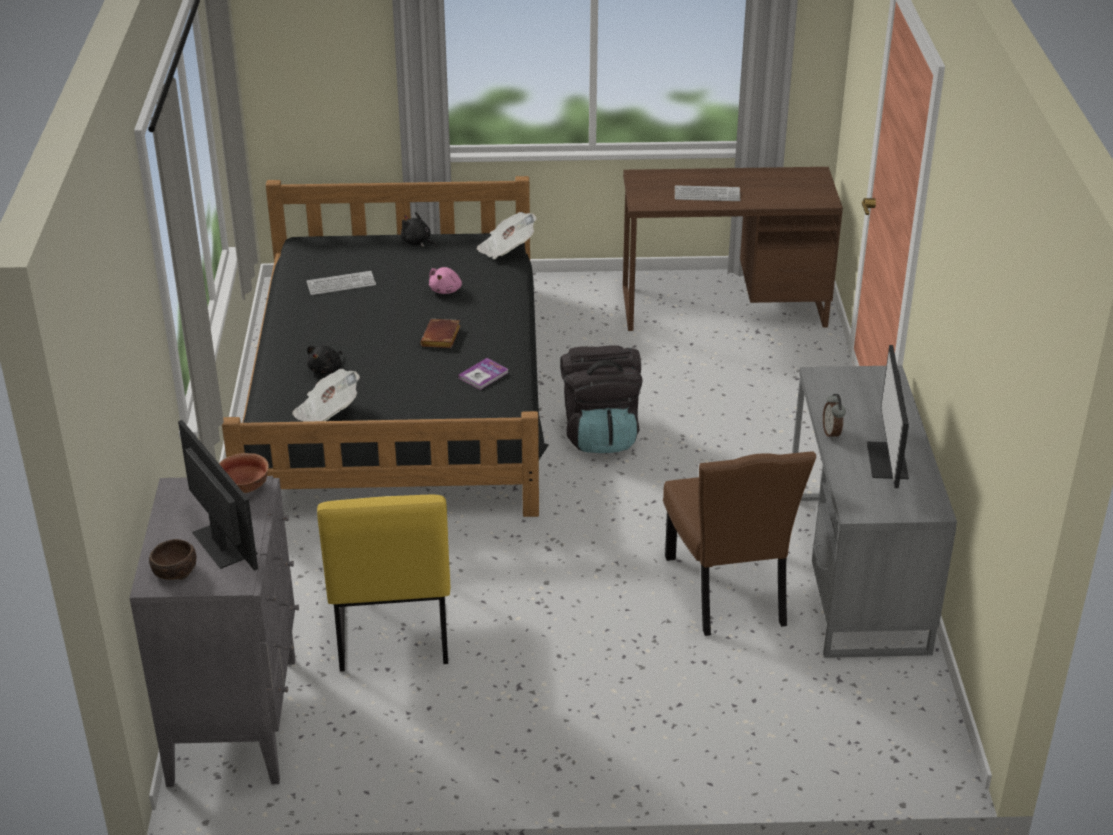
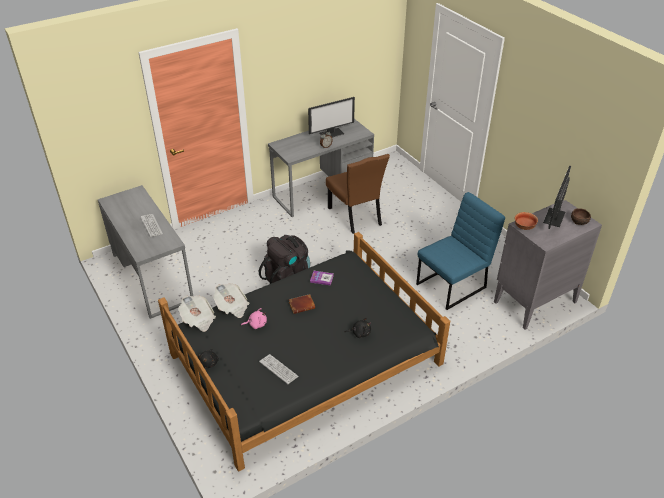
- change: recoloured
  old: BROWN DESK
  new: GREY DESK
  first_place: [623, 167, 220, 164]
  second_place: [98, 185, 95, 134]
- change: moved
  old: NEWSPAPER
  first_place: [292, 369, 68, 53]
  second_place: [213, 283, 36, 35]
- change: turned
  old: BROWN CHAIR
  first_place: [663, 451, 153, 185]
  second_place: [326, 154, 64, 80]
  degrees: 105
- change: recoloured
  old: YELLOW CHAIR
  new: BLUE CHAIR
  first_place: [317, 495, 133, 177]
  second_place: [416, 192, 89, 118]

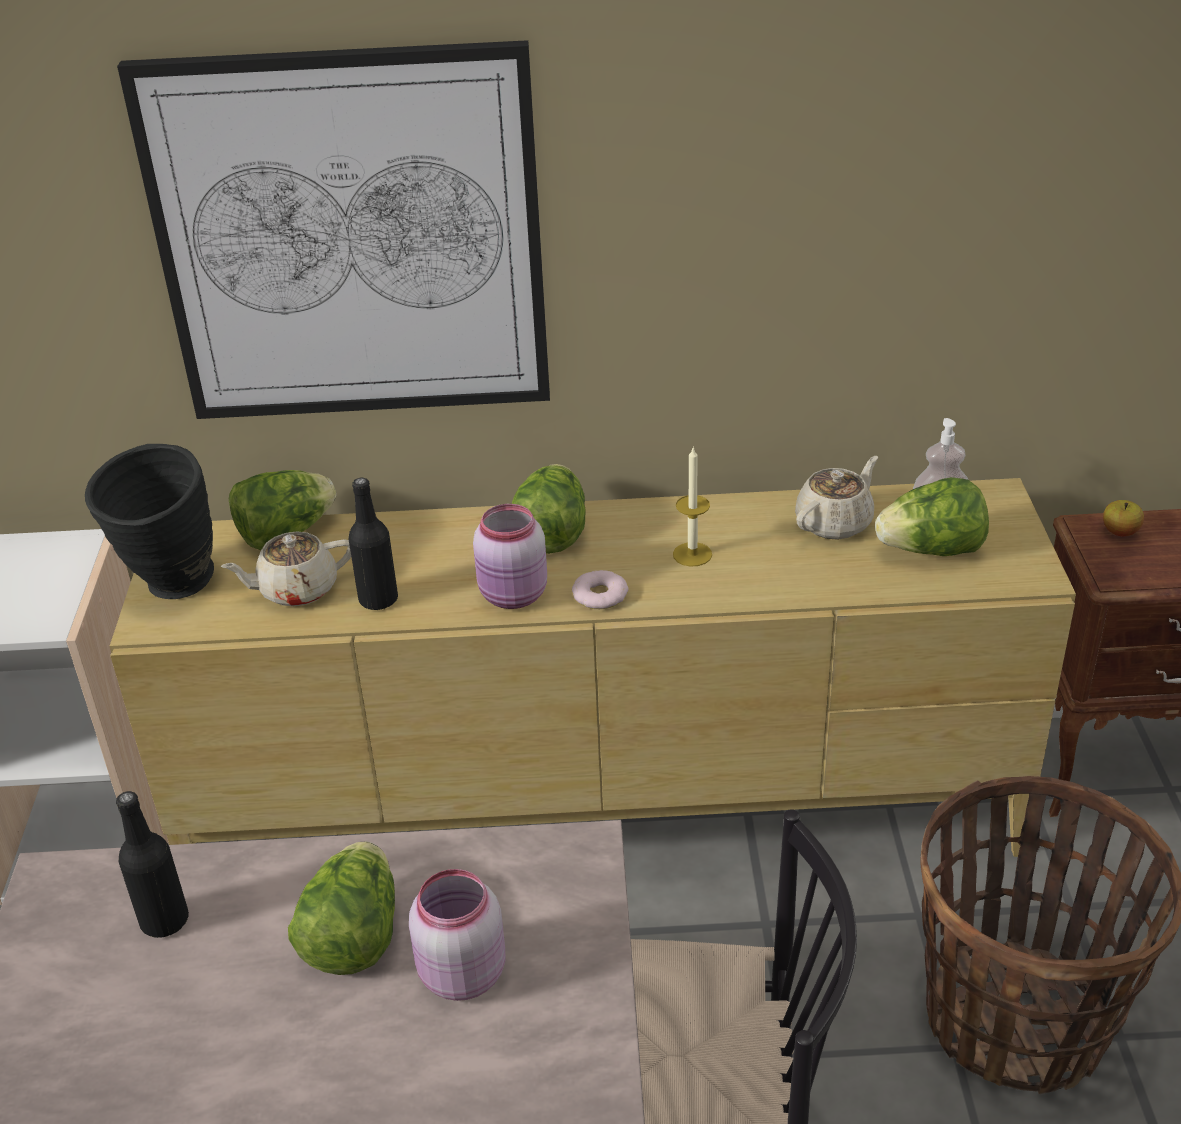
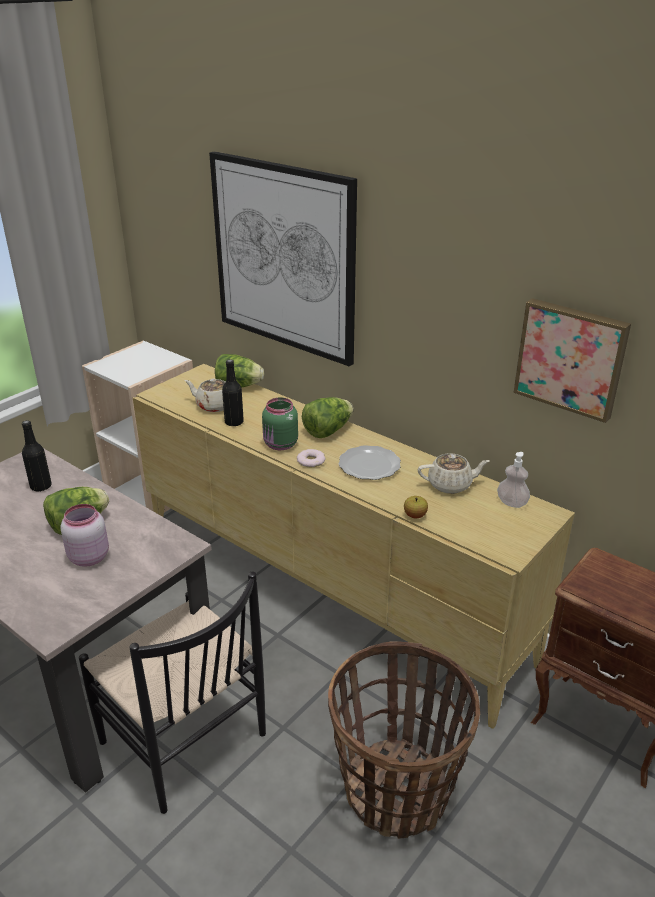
- change: recoloured
  old: PINK JAR
  new: GREEN JAR
  first_place: [473, 504, 74, 105]
  second_place: [262, 397, 36, 53]
- change: replaced
  old: CANDLE
  new: PLATE
  first_place: [673, 446, 39, 121]
  second_place: [338, 445, 63, 35]
- change: moved
  old: APPLE
  first_place: [1103, 500, 41, 36]
  second_place: [404, 496, 24, 22]
- change: added
  new: PICTURE
  second_place: [513, 298, 118, 125]
- change: removed
  old: BLACK VASE
  first_place: [85, 444, 129, 155]
- change: removed
  old: LETTUCE
  first_place: [875, 477, 114, 79]

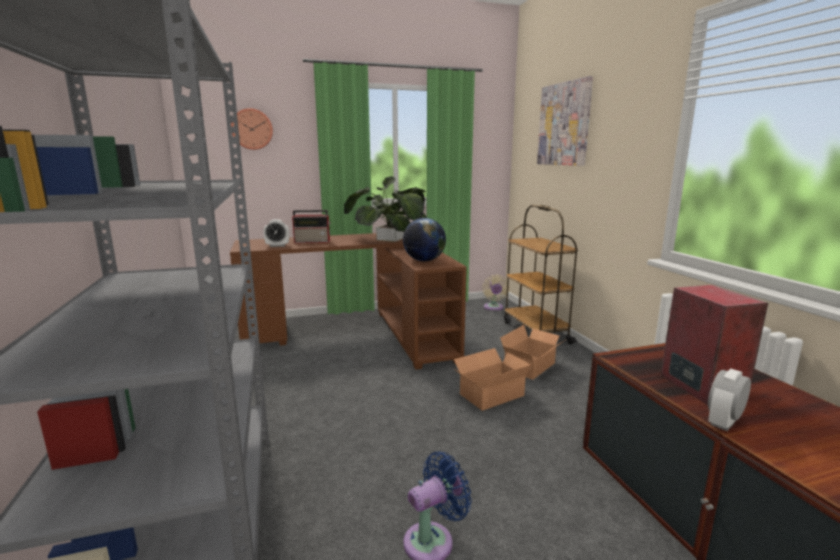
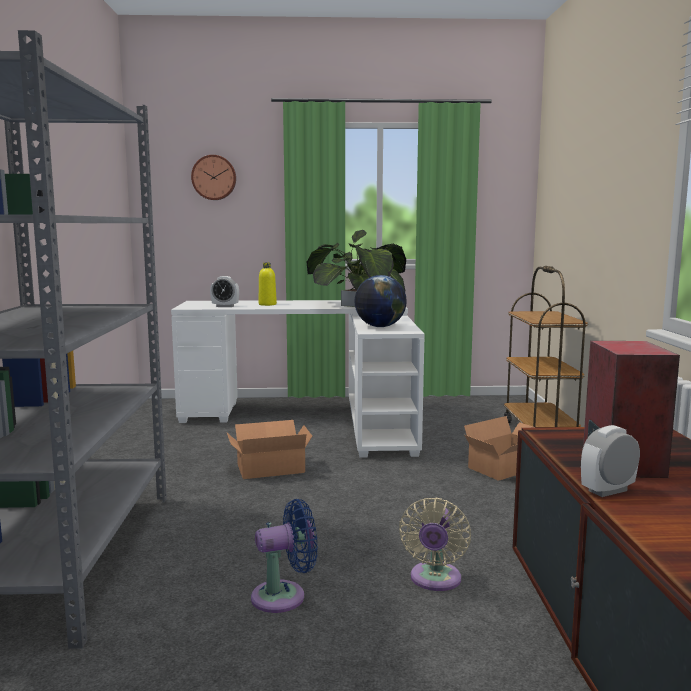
- change: recoloured
  old: BROWN DESK
  new: WHITE DESK
  first_place: [230, 233, 237, 137]
  second_place: [171, 300, 254, 157]
- change: moved
  old: CARDBOARD BOX
  first_place: [454, 348, 77, 63]
  second_place: [227, 420, 85, 59]
- change: replaced
  old: RADIO
  new: YELLOW BOTTLE
  first_place: [292, 210, 39, 33]
  second_place: [259, 263, 18, 43]
- change: moved
  old: BEIGE FAN
  first_place: [482, 275, 28, 36]
  second_place: [399, 498, 72, 93]
- change: removed
  old: PICTURE
  first_place: [537, 76, 56, 90]

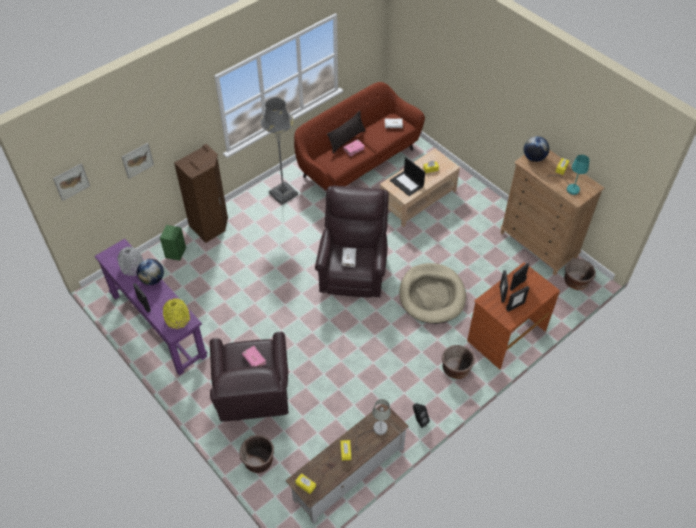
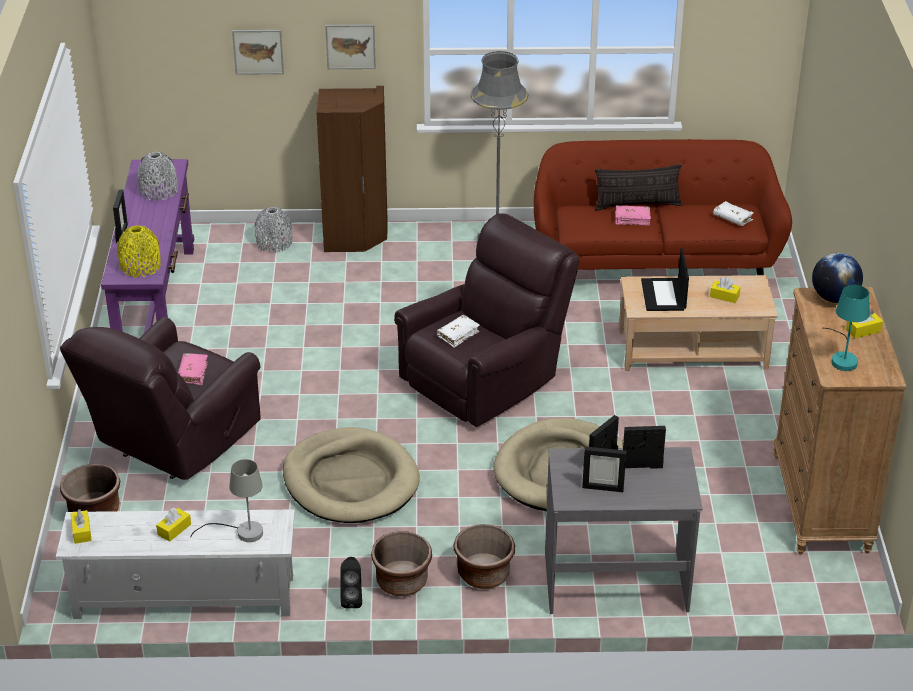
- change: recoloured
  old: BROWN TV STAND
  new: WHITE TV STAND
  first_place: [286, 404, 123, 120]
  second_place: [56, 509, 239, 110]
- change: replaced
  old: GREEN SPEAKER
  new: GREY VASE
  first_place: [160, 225, 26, 36]
  second_place: [255, 207, 37, 46]
- change: added
  new: BEIGE DOG BED
  second_place: [283, 427, 137, 96]
- change: moved
  old: PICTURE
  first_place: [53, 163, 37, 38]
  second_place: [325, 24, 51, 45]
- change: moved
  old: BROWN PLANTER
  first_place: [564, 259, 32, 31]
  second_place: [371, 531, 61, 65]
- change: recoloured
  old: BROWN DESK
  new: GREY DESK
  first_place: [467, 262, 93, 108]
  second_place: [545, 447, 158, 167]
- change: removed
  old: GLOBE
  first_place: [137, 259, 27, 26]

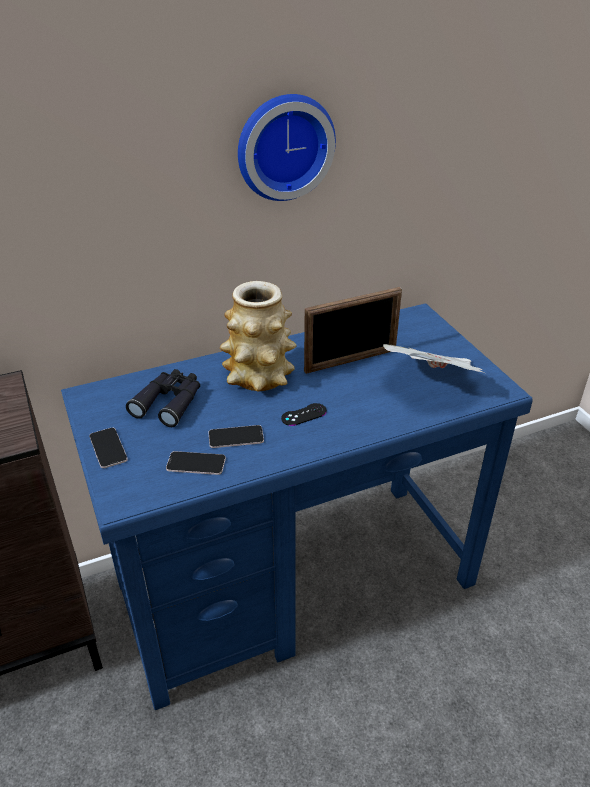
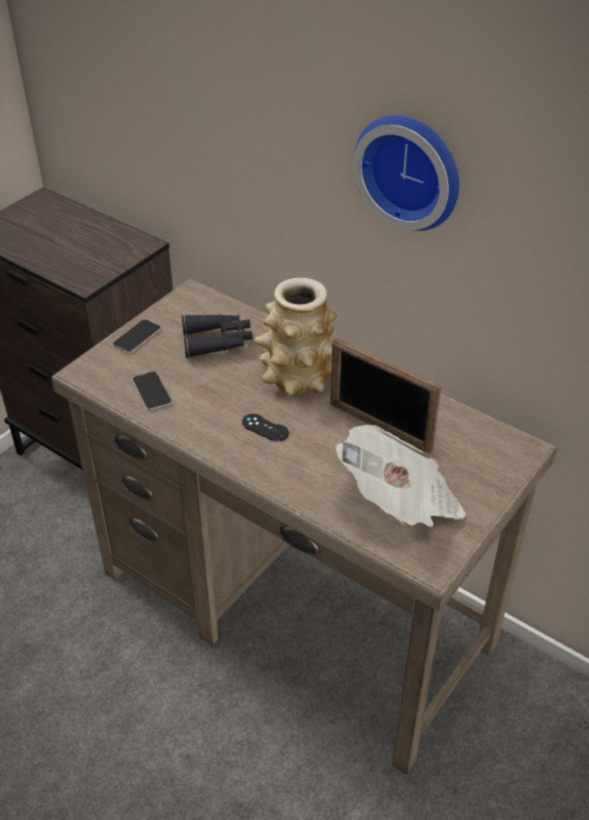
- change: recoloured
  old: BLUE DESK
  new: BROWN DESK
  first_place: [61, 303, 472, 407]
  second_place: [52, 279, 505, 495]
- change: removed
  old: PHONE
  first_place: [209, 425, 55, 23]

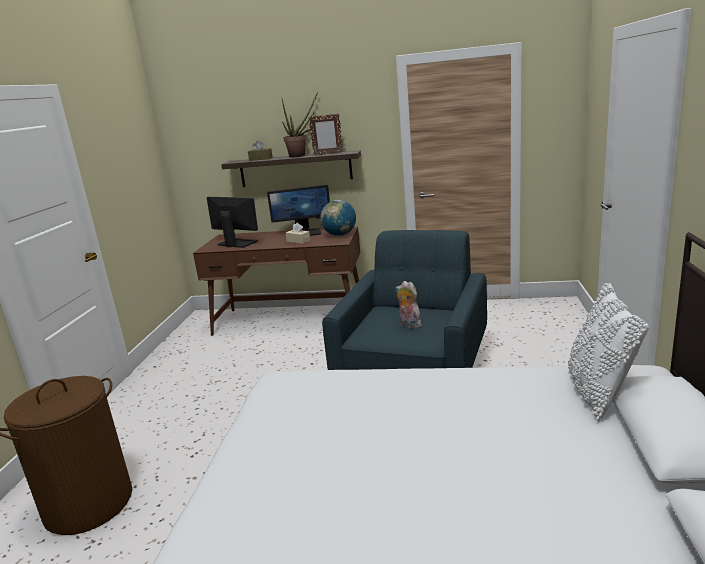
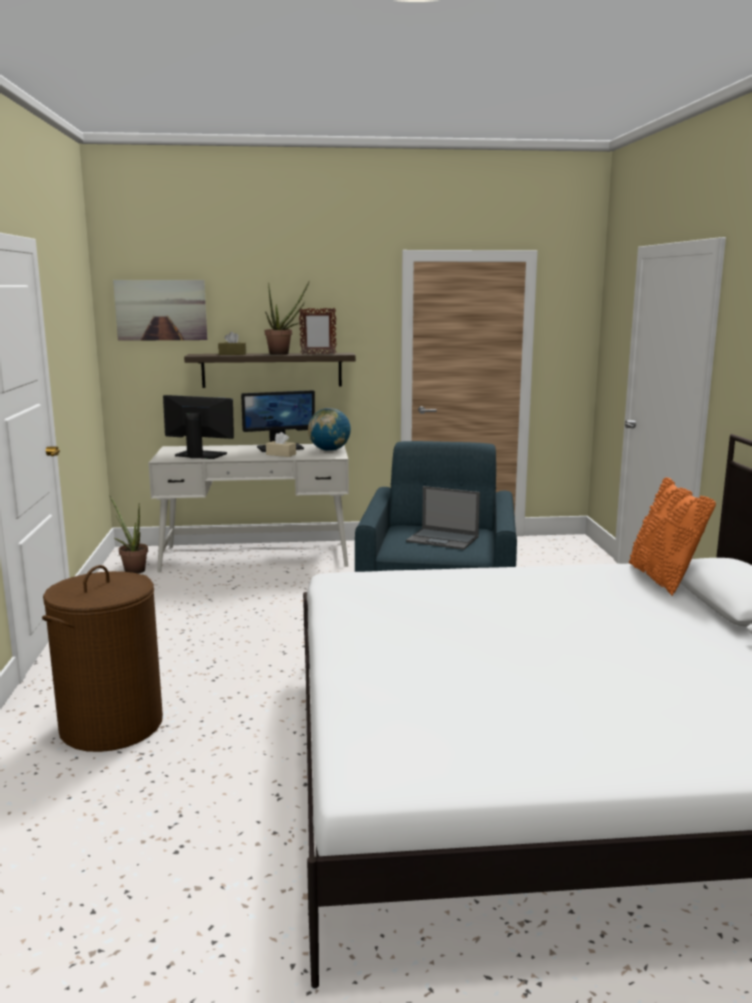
- change: added
  new: POTTED PLANT
  second_place: [109, 495, 39, 79]
- change: added
  new: PICTURE
  second_place: [113, 280, 94, 61]
- change: recoloured
  old: BROWN DESK
  new: WHITE DESK
  first_place: [193, 226, 167, 110]
  second_place: [148, 444, 201, 128]
- change: replaced
  old: PLUSH TOY
  new: LAPTOP
  first_place: [396, 281, 26, 48]
  second_place: [406, 486, 74, 64]
- change: recoloured
  old: WHITE PILLOW
  new: ORANGE PILLOW
  first_place: [568, 283, 81, 139]
  second_place: [629, 477, 87, 119]

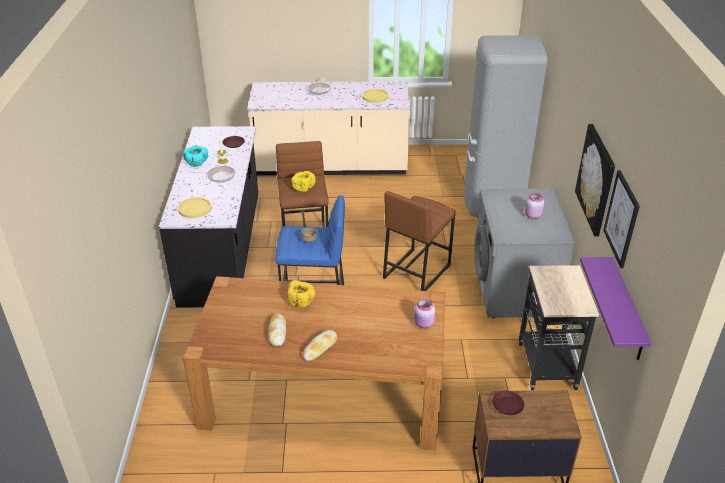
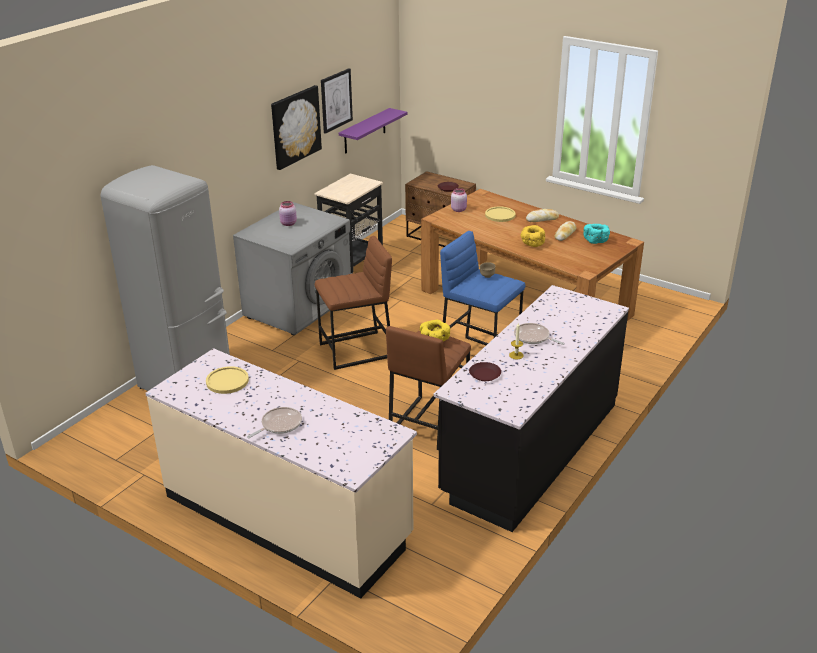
- change: moved
  old: YELLOW PLATE
  first_place: [178, 197, 34, 21]
  second_place: [485, 207, 31, 15]
- change: moved
  old: TURQUOISE BOWL
  first_place: [183, 145, 25, 22]
  second_place: [583, 224, 27, 20]

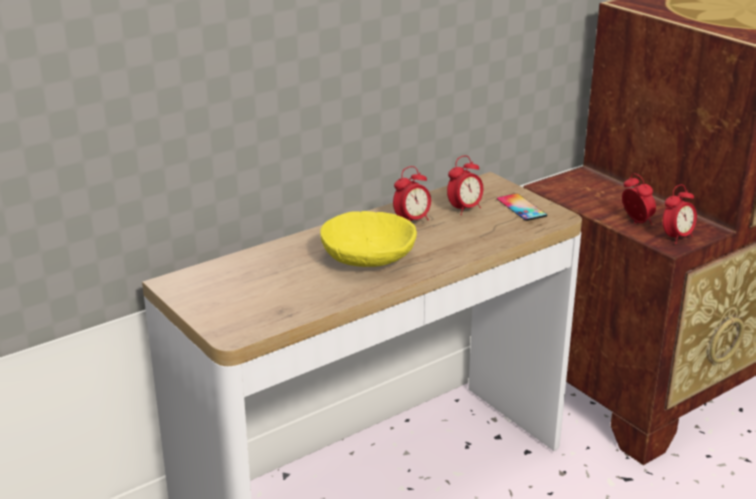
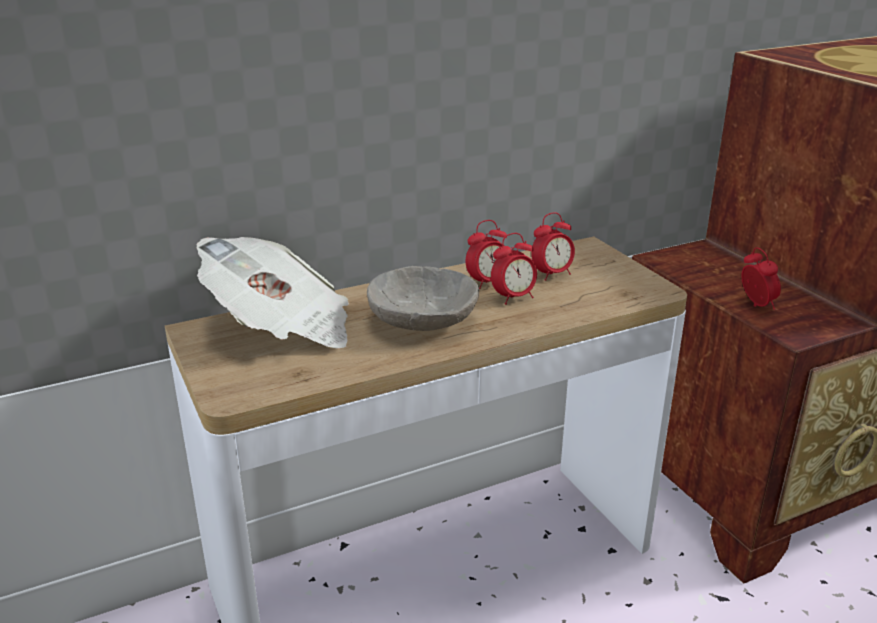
- change: added
  new: NEWSPAPER
  second_place: [197, 237, 152, 112]
- change: recoloured
  old: YELLOW BOWL
  new: GREY BOWL
  first_place: [320, 211, 97, 56]
  second_place: [367, 266, 112, 65]
- change: moved
  old: ALARM CLOCK
  first_place: [663, 184, 34, 60]
  second_place: [491, 233, 46, 72]
- change: removed
  old: PHONE
  first_place: [497, 193, 50, 28]

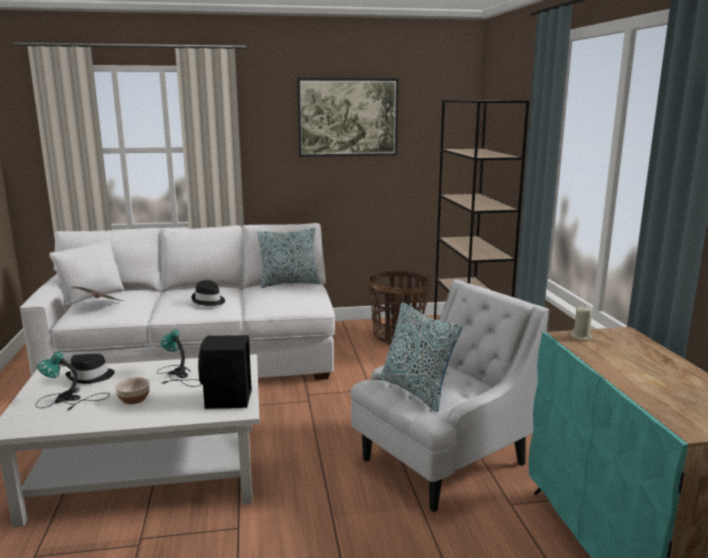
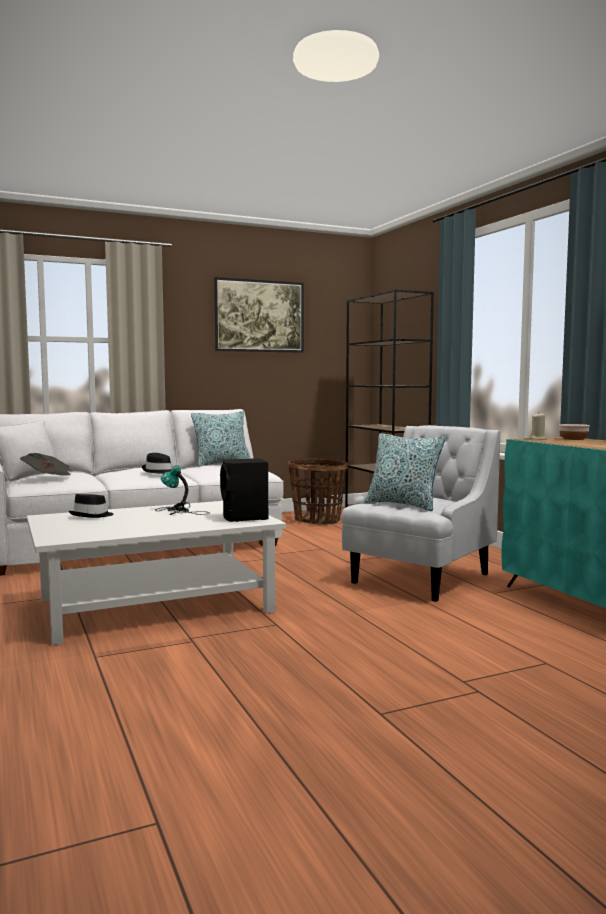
- change: moved
  old: BOWL
  first_place: [115, 377, 35, 27]
  second_place: [559, 424, 31, 16]
- change: removed
  old: TABLE LAMP
  first_place: [36, 352, 74, 59]

